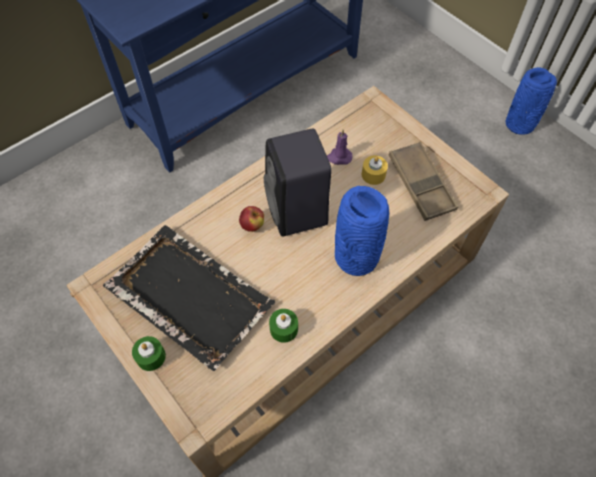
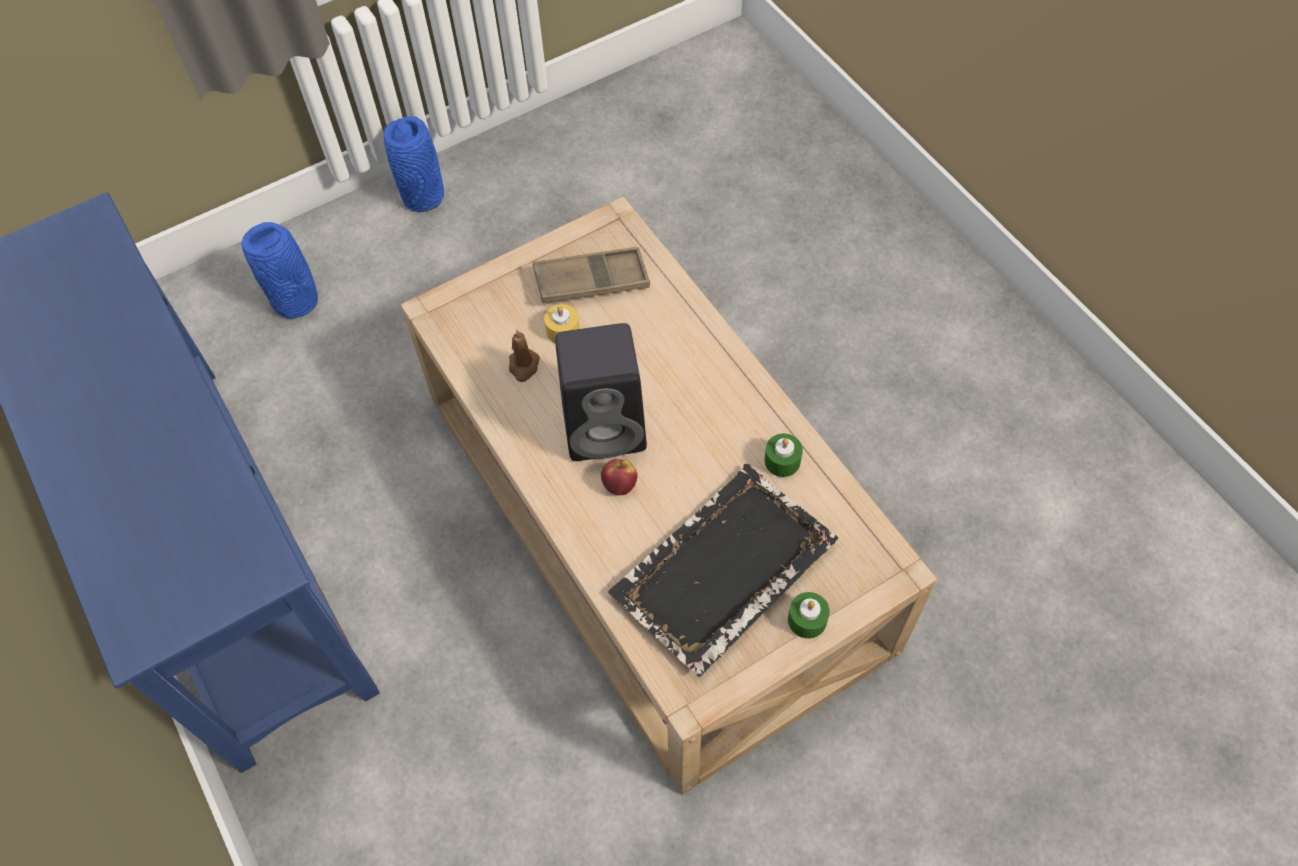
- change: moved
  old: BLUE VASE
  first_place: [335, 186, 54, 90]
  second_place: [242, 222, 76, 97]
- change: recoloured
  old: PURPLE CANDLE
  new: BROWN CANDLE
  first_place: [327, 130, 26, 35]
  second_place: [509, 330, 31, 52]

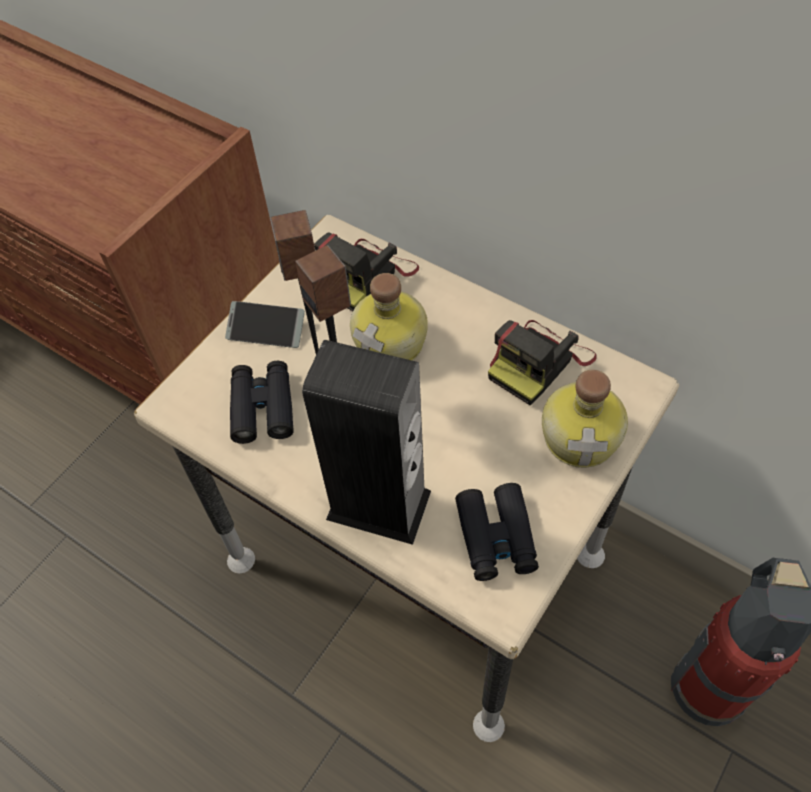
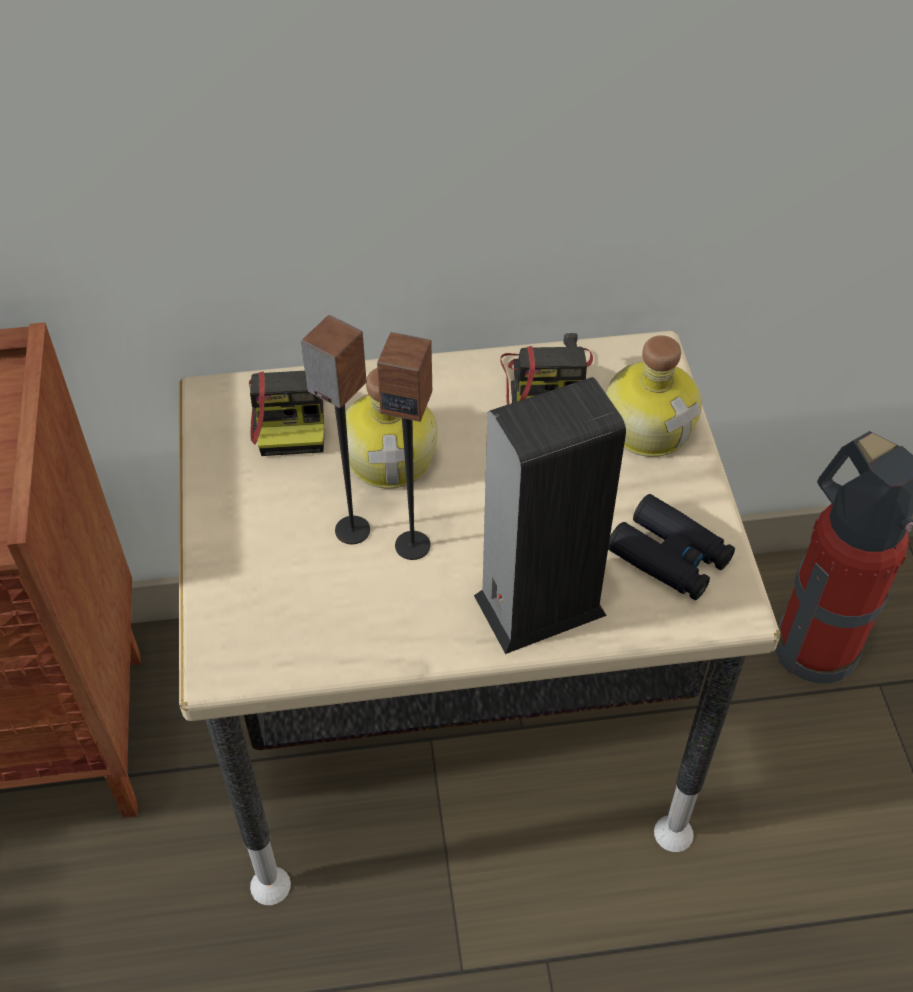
- change: removed
  old: PHONE
  first_place: [225, 301, 80, 47]
- change: removed
  old: BLACK BINOCULARS
  first_place: [230, 361, 63, 83]

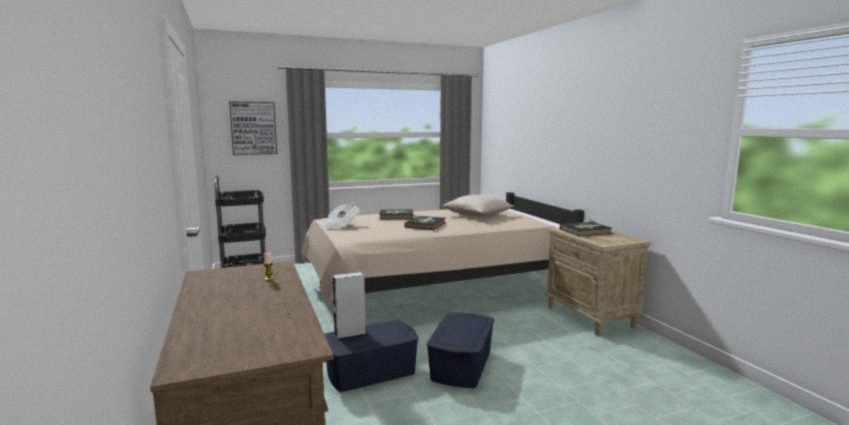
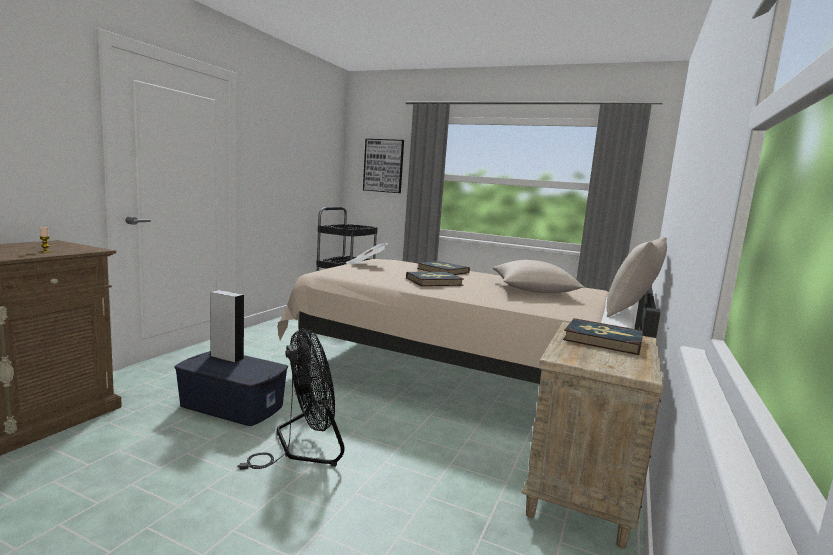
- change: replaced
  old: BLUE STORAGE BOX
  new: BLACK FAN
  first_place: [426, 313, 68, 75]
  second_place: [237, 328, 108, 142]
- change: added
  new: BEIGE PILLOW
  second_place: [607, 237, 60, 80]

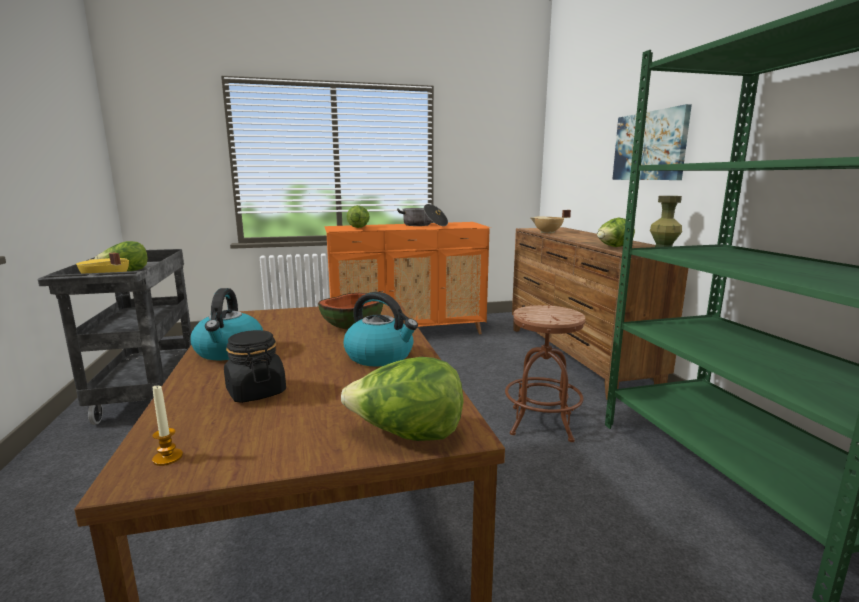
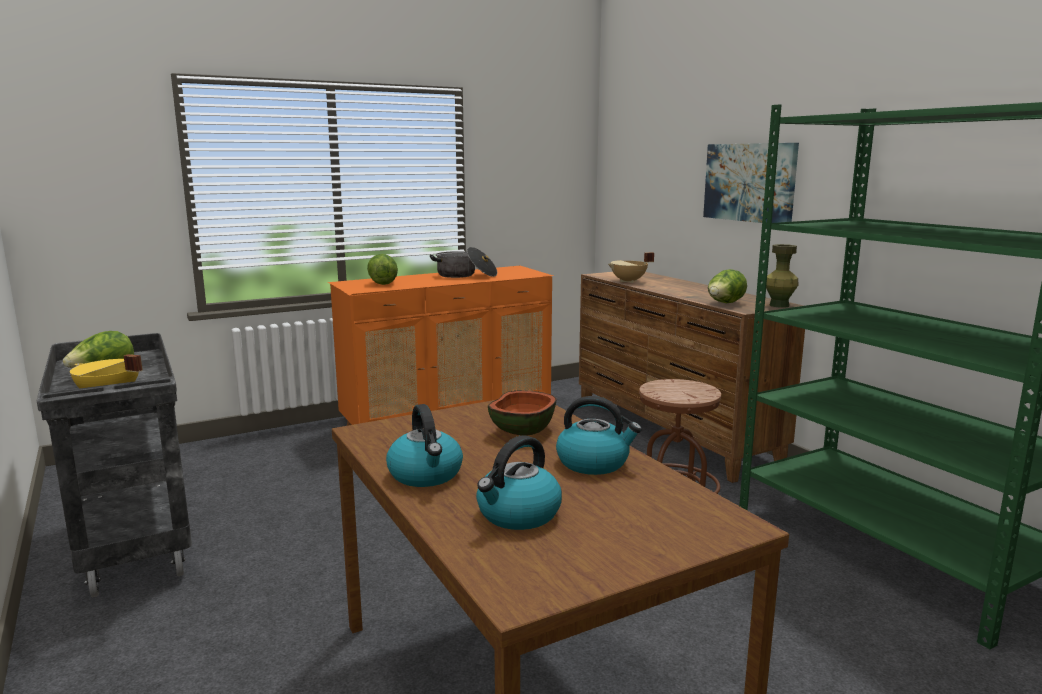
- change: replaced
  old: BLACK JAR
  new: KETTLE
  first_place: [224, 330, 62, 73]
  second_place: [476, 435, 86, 95]
- change: removed
  old: CANDLE
  first_place: [152, 384, 31, 82]
- change: removed
  old: LETTUCE
  first_place: [341, 357, 123, 84]

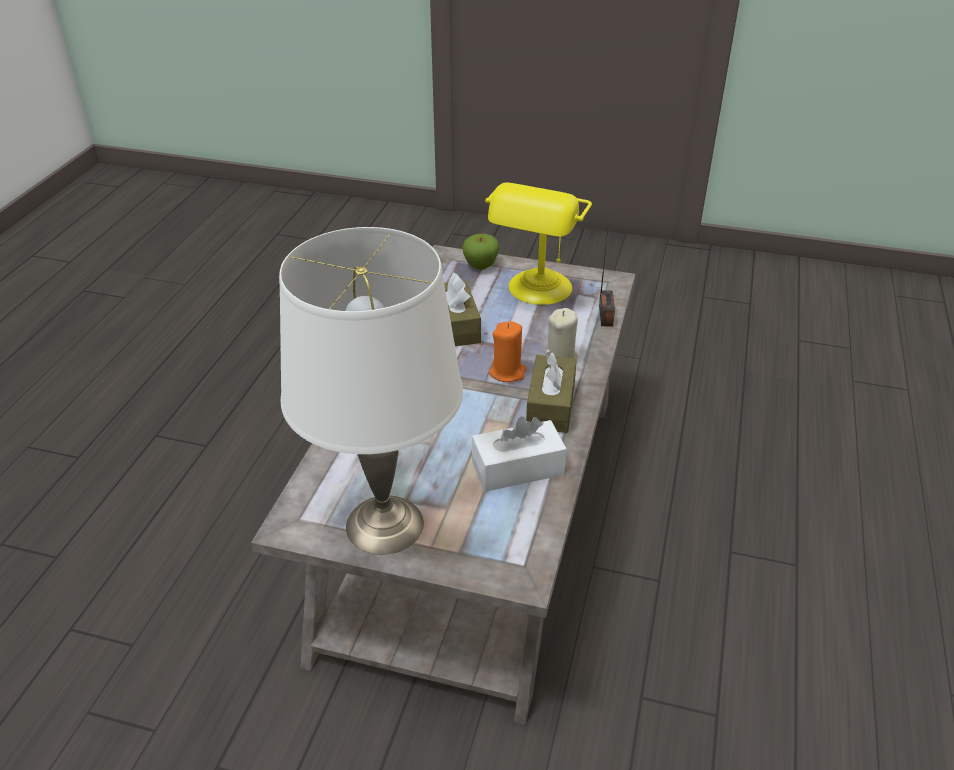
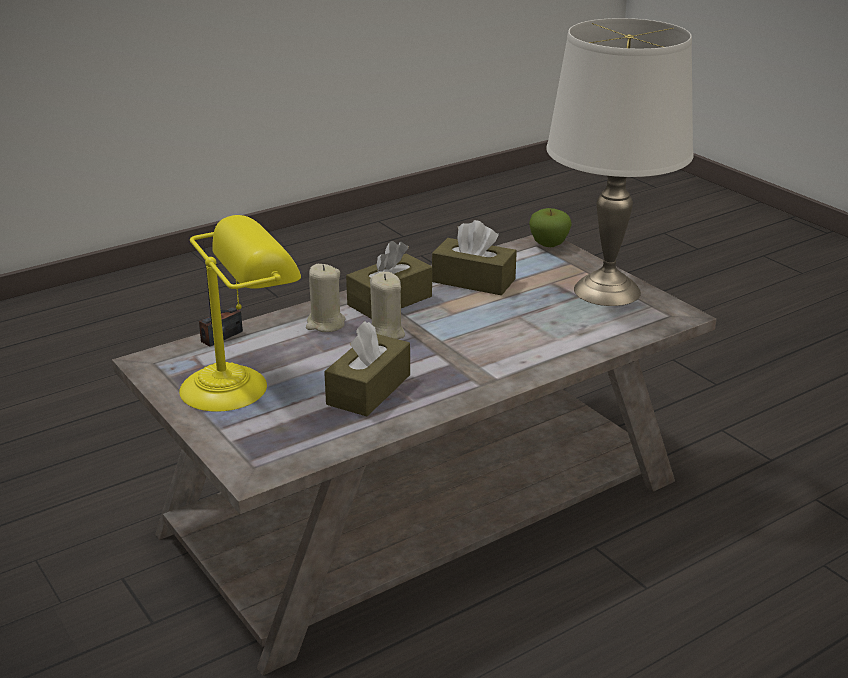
- change: recoloured
  old: ORANGE CANDLE
  new: BEIGE CANDLE
  first_place: [489, 321, 37, 61]
  second_place: [370, 272, 35, 67]
- change: recoloured
  old: WHITE TISSUE BOX
  new: BROWN TISSUE BOX
  first_place: [472, 417, 95, 75]
  second_place: [432, 220, 85, 75]
- change: moved
  old: APPLE
  first_place: [462, 234, 37, 36]
  second_place: [529, 208, 42, 39]

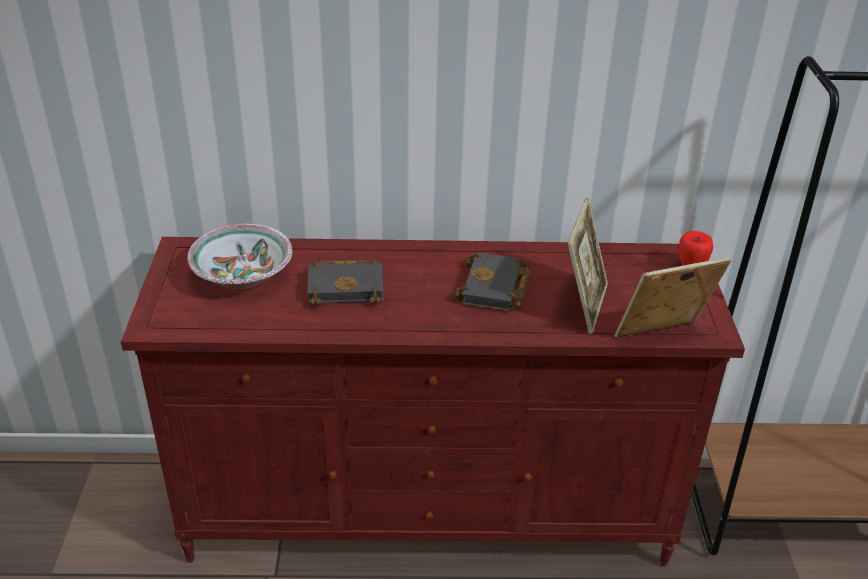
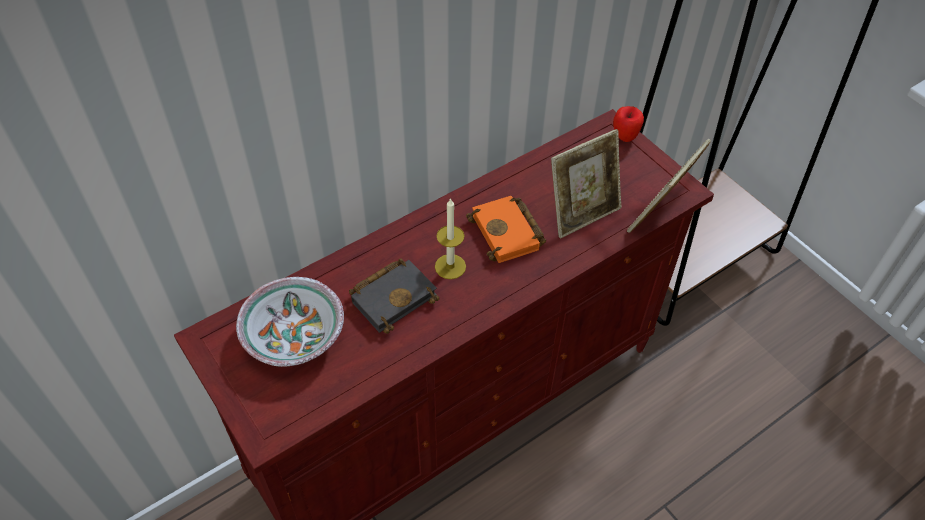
- change: added
  new: CANDLE
  second_place: [435, 198, 31, 81]
- change: recoloured
  old: BLACK BOOK
  new: ORANGE BOOK
  first_place: [454, 252, 77, 59]
  second_place: [466, 196, 80, 67]
- change: turned
  old: PICTURE FRAME
  first_place: [568, 198, 40, 136]
  second_place: [551, 129, 71, 110]
  degrees: 75

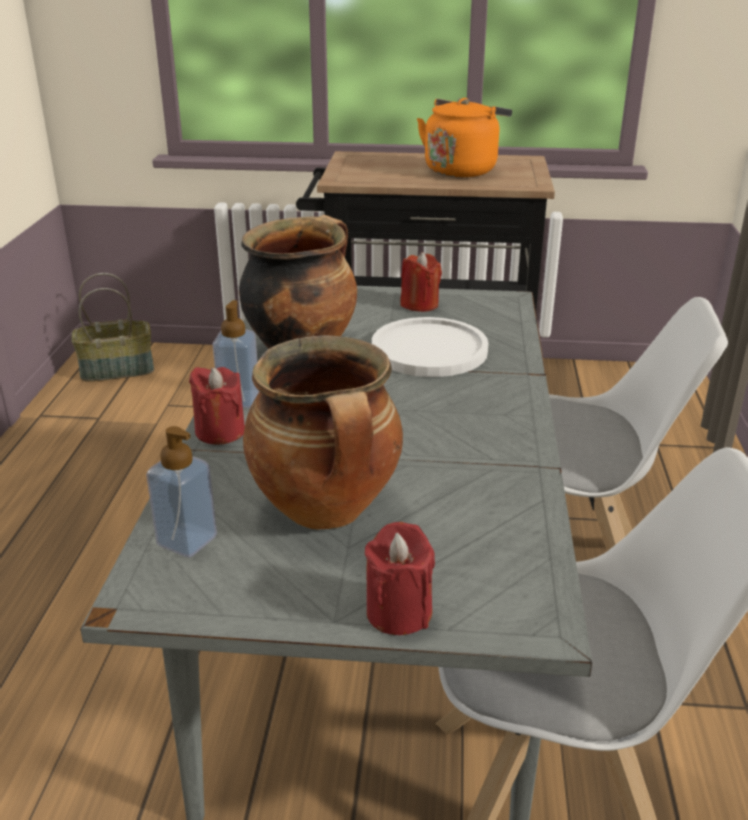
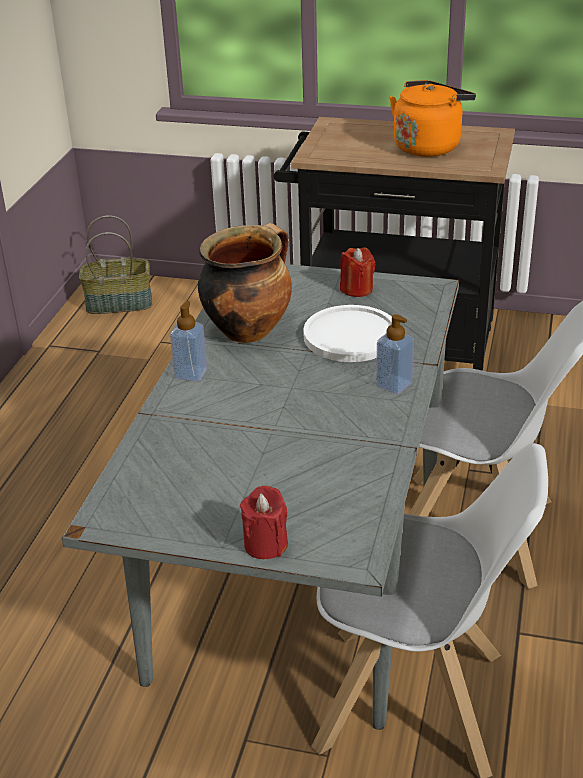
- change: moved
  old: SOAP DISPENSER
  first_place: [146, 426, 71, 132]
  second_place: [376, 314, 38, 80]
- change: removed
  old: RED CANDLE
  first_place: [189, 367, 56, 78]
- change: removed
  old: COOKING POT
  first_place: [243, 335, 160, 195]

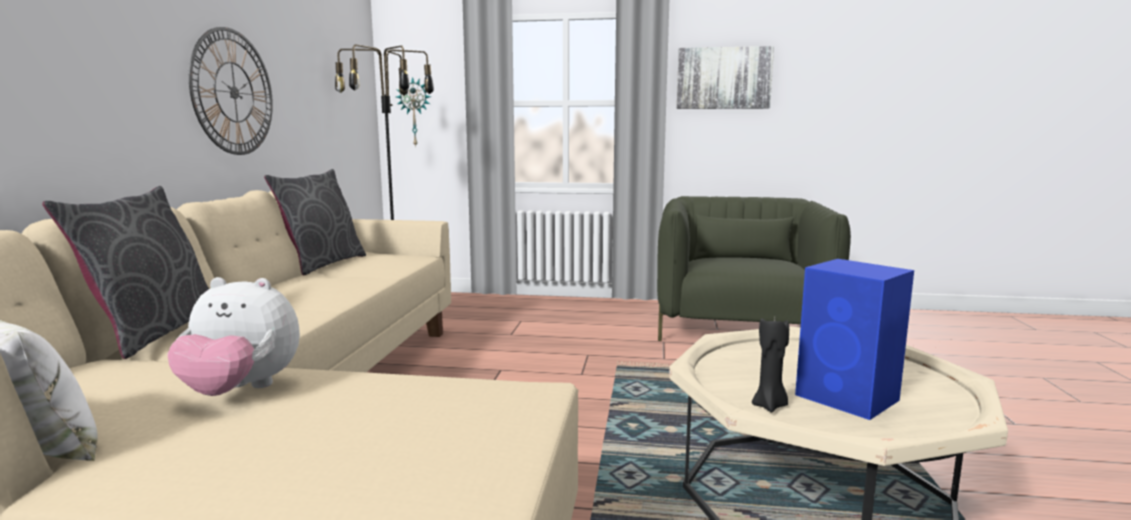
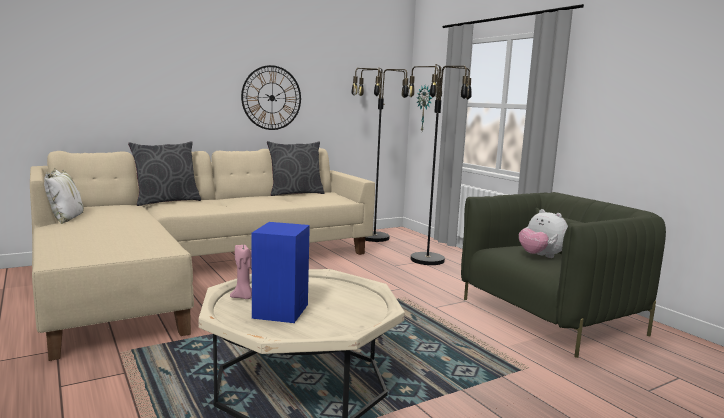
- change: recoloured
  old: BLACK CANDLE
  new: PINK CANDLE
  first_place: [752, 318, 37, 95]
  second_place: [230, 244, 22, 55]
- change: added
  new: FLOOR LAMP
  second_place: [408, 64, 64, 201]
- change: moved
  old: PLUSH TOY
  first_place: [167, 277, 133, 119]
  second_place: [519, 209, 49, 49]
- change: removed
  old: PICTURE
  first_place: [677, 46, 97, 63]

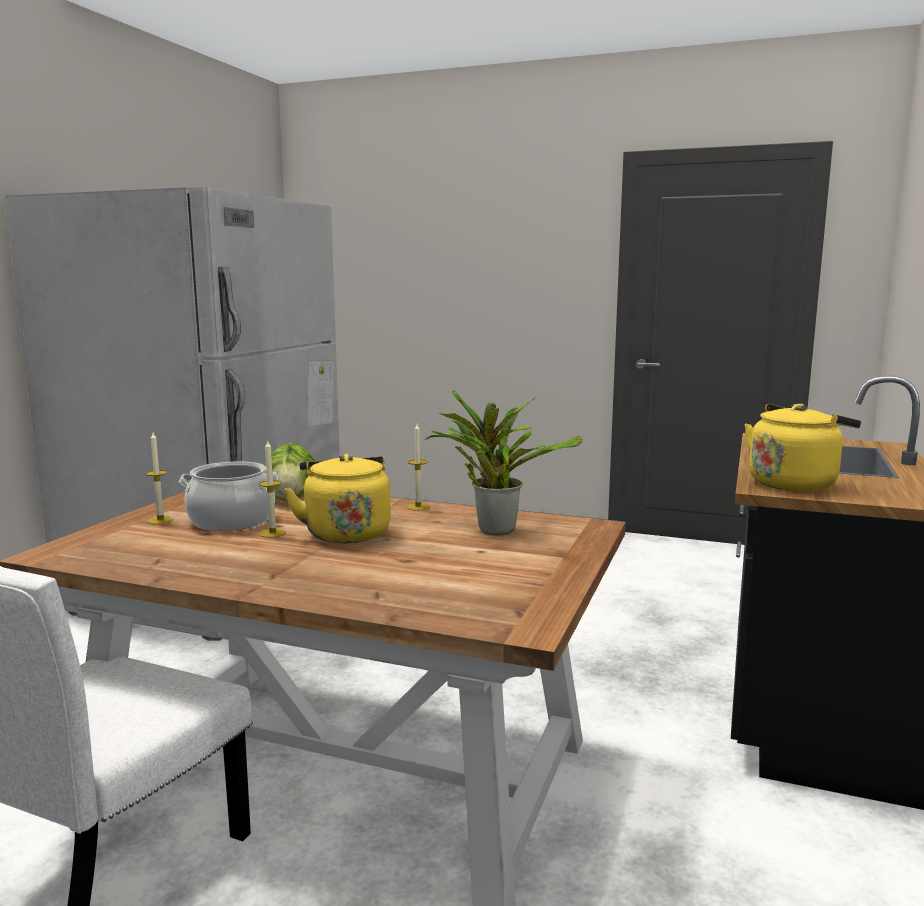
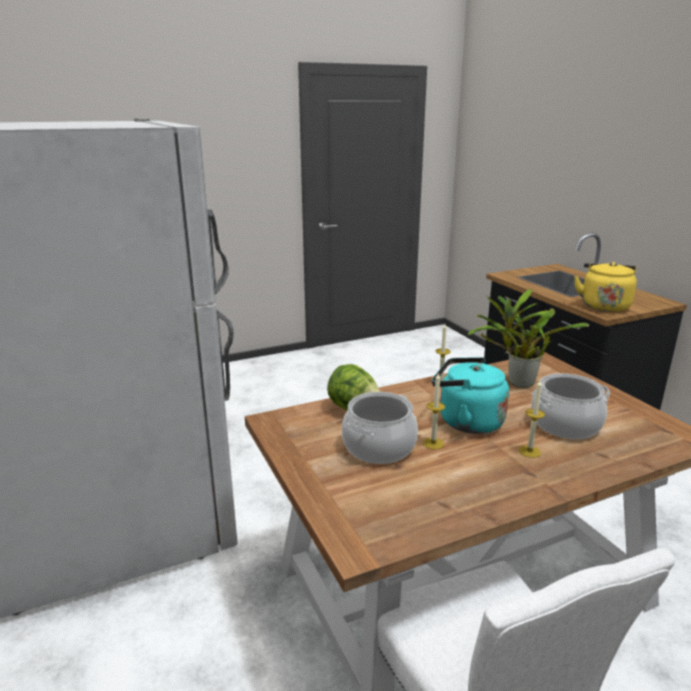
- change: recoloured
  old: YELLOW KETTLE
  new: TURQUOISE KETTLE
  first_place: [284, 454, 107, 89]
  second_place: [432, 357, 77, 77]
- change: moved
  old: CANDLE
  first_place: [145, 433, 28, 91]
  second_place: [519, 380, 26, 78]
- change: added
  new: COOKING POT
  second_place: [531, 373, 79, 66]

